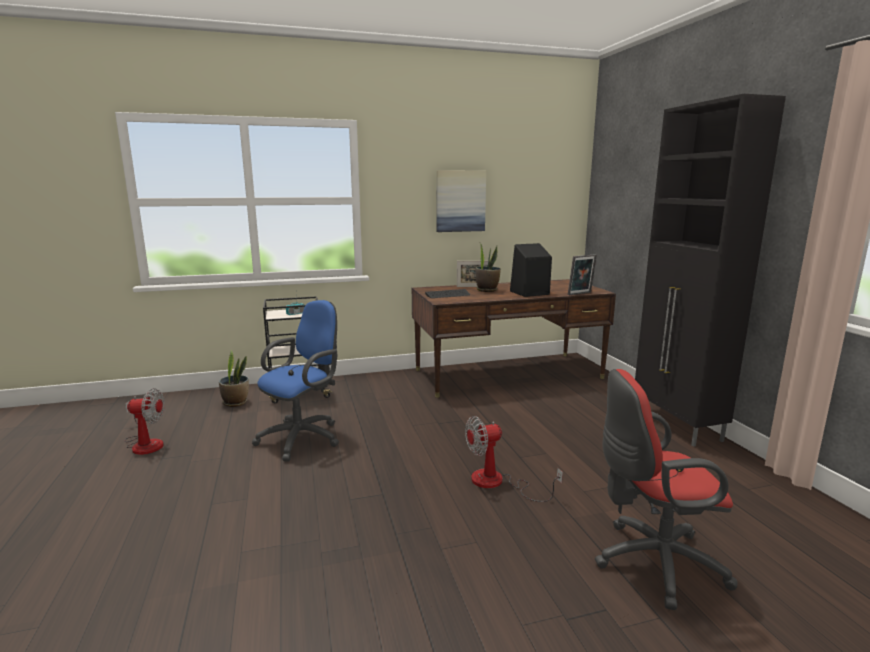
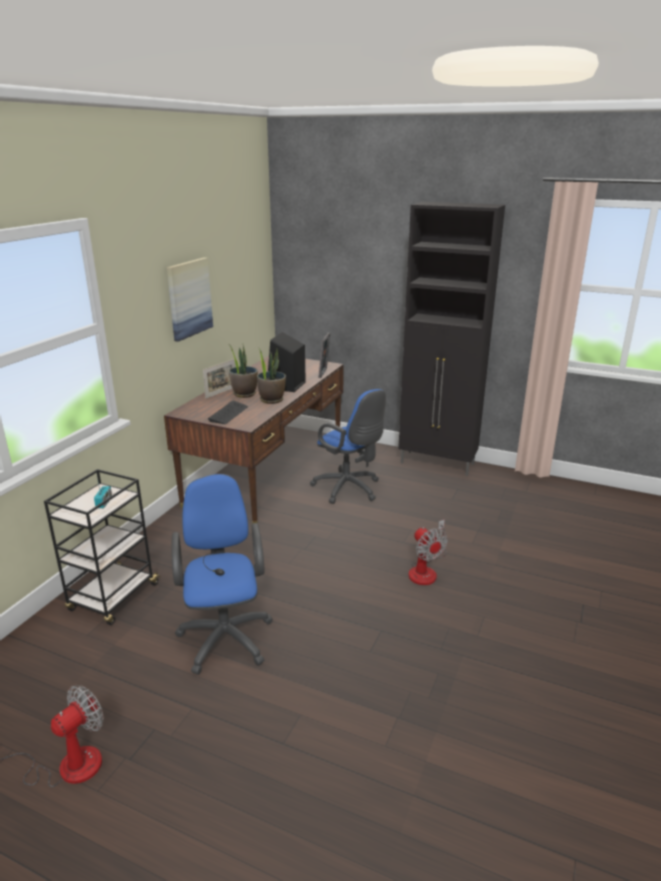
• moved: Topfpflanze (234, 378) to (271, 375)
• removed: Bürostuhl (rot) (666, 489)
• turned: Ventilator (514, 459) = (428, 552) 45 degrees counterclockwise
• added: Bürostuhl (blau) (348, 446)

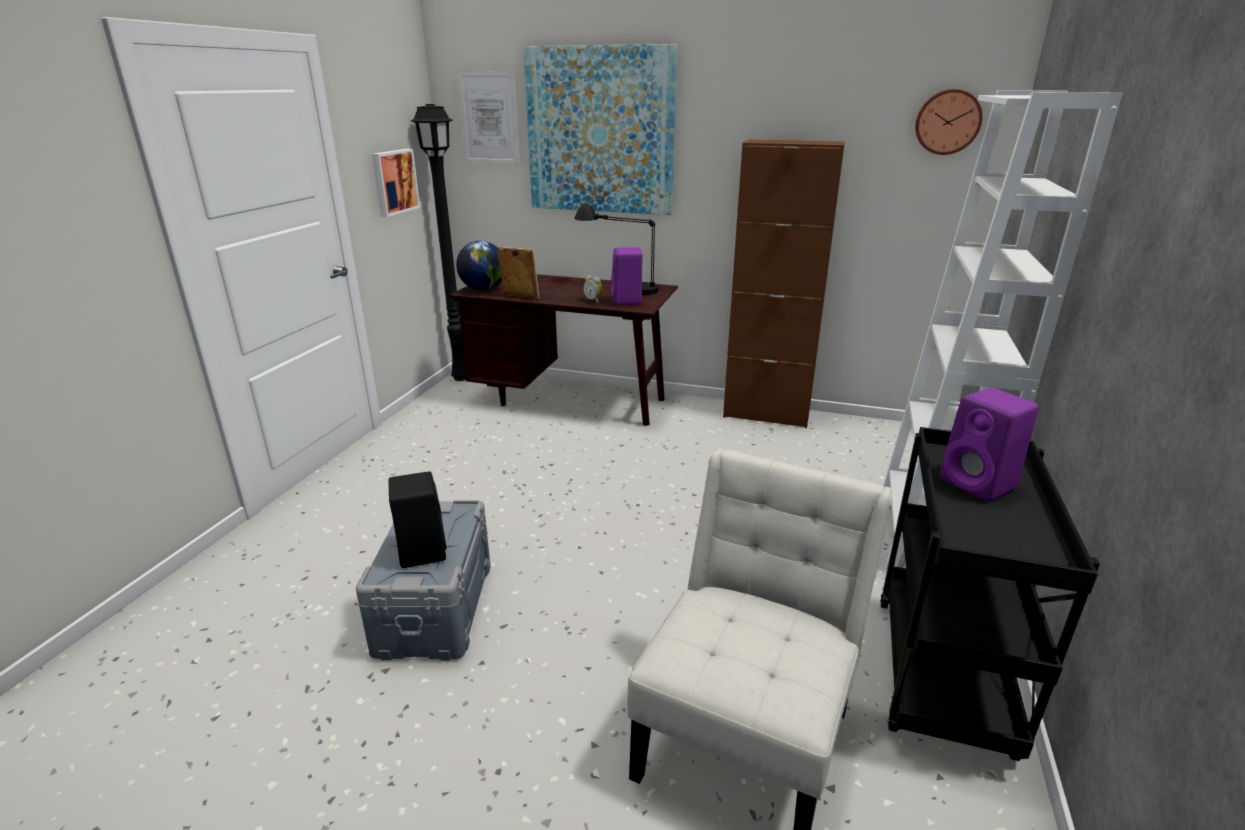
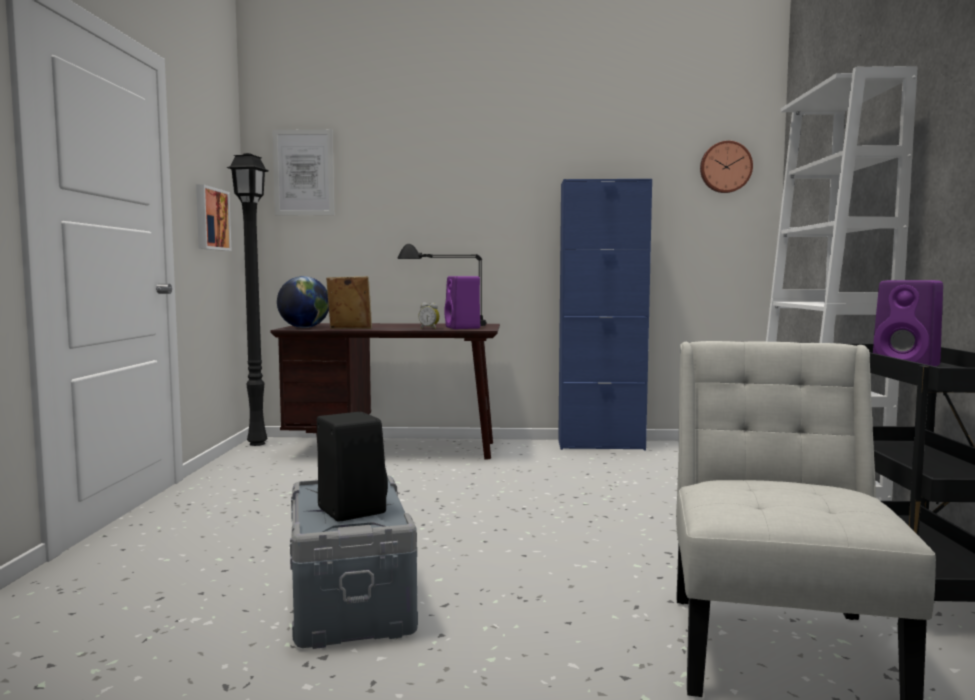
• removed: Bild (600, 129)
• recoloured: Schrank (braun) (784, 284) to Schrank (blau) (605, 315)

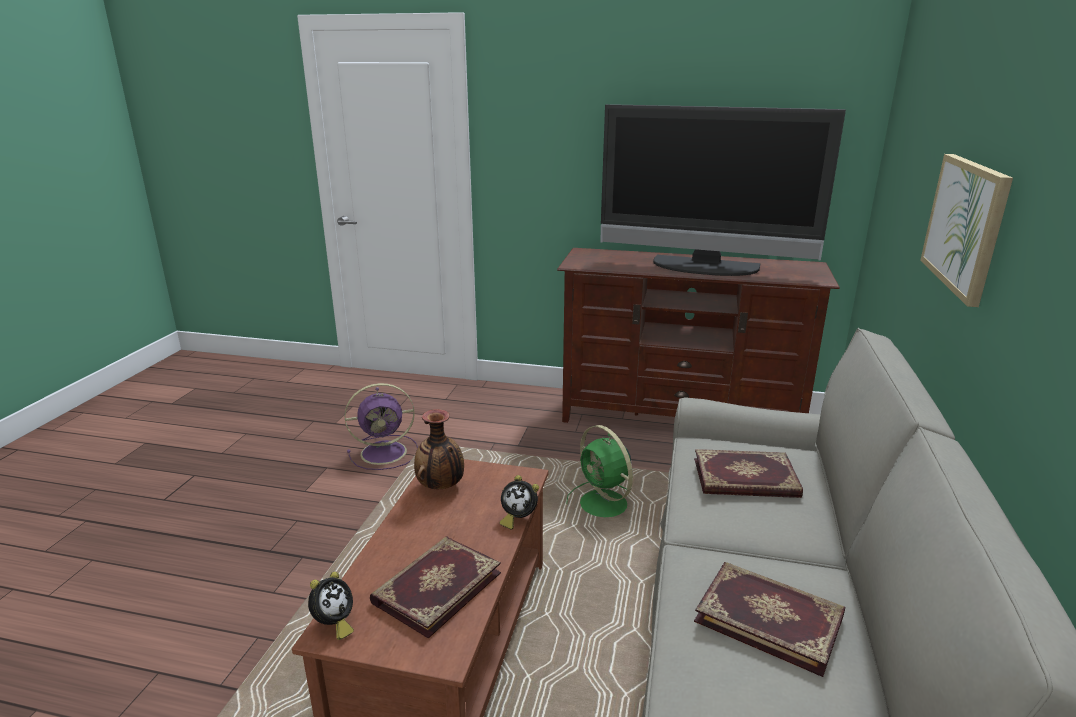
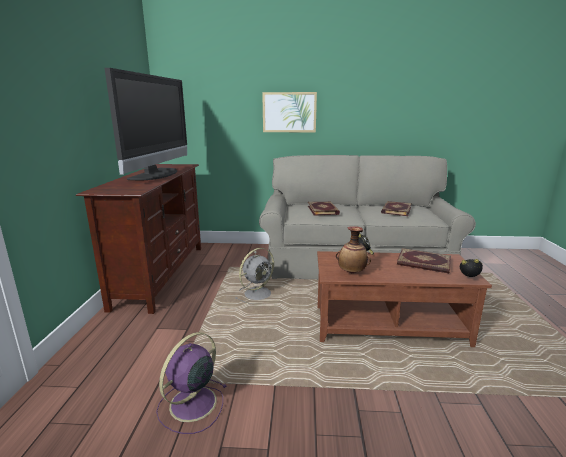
• turned: Ventilator (lila) (381, 426) = (191, 383) 120 degrees counterclockwise
• recoloured: Ventilator (grün) (599, 471) to Ventilator (grau) (254, 276)

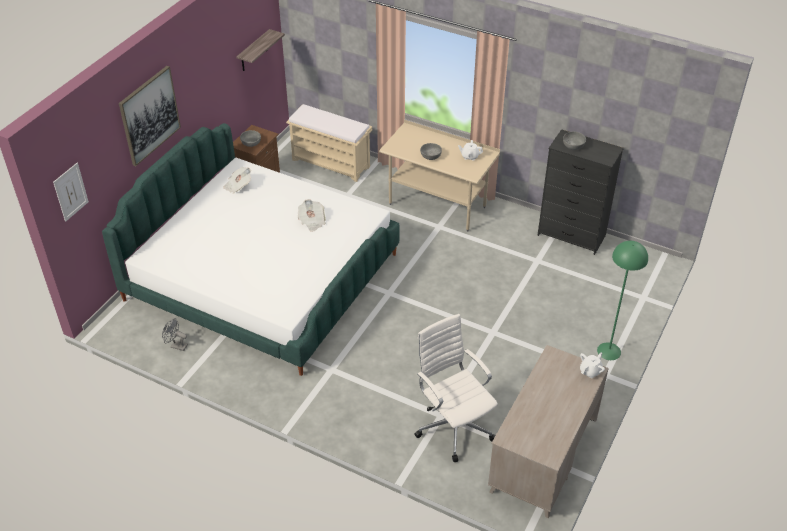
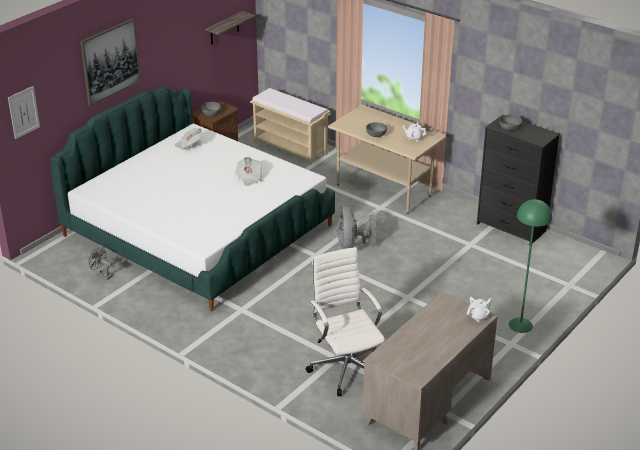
• added: Ventilator (grau) (356, 227)

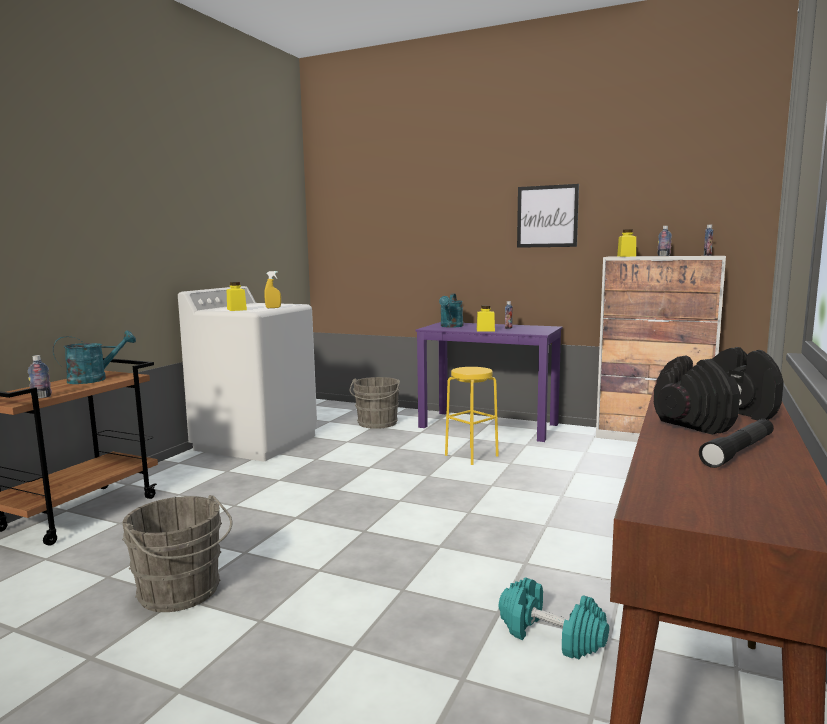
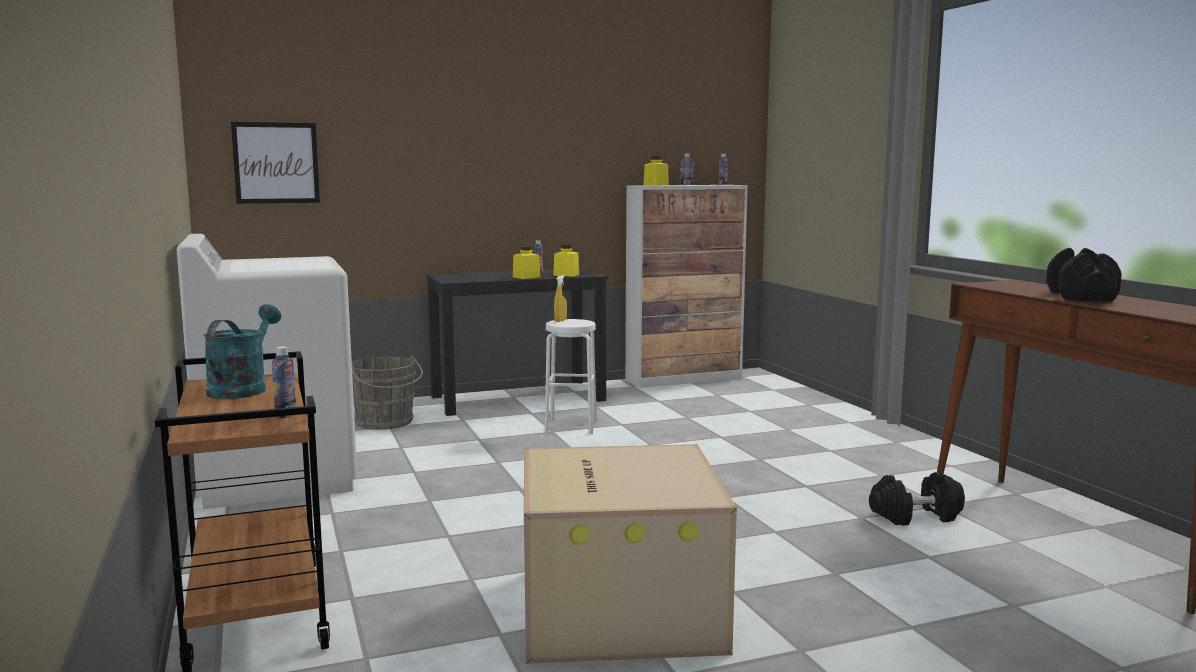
• moved: Bild (548, 216) to (275, 163)
• moved: Sprühflasche (gelb) (272, 289) to (560, 298)
• moved: Vorratsglas (gelb) (236, 296) to (566, 260)
• removed: Gießkanne (türkis) (451, 310)
• recoloured: Schreibtisch (lila) (489, 382) to Schreibtisch (schwarz) (517, 342)
• recoloured: Hocker (gelb) (472, 416) to Hocker (weiß) (571, 376)
• removed: Taschenlampe (schwarz) (736, 443)
• replaced: Eimer (grau) (177, 553) to Karton (630, 554)
• recoloured: Hantel (türkis) (554, 618) to Hantel (schwarz) (917, 499)

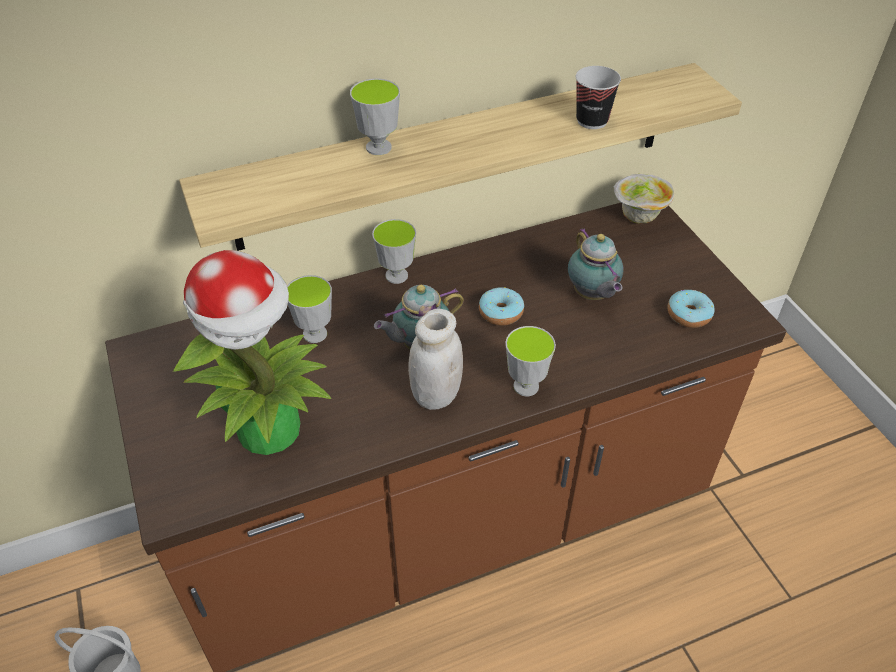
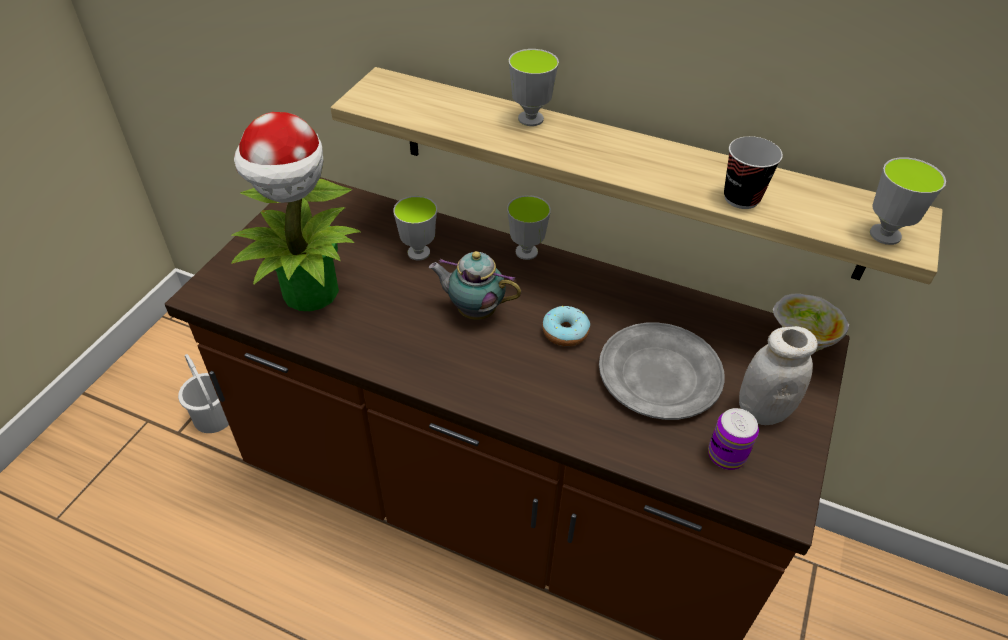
• replaced: Teekanne (595, 264) to Teller (grau) (662, 371)
• replaced: Donut (690, 309) to Dose (733, 439)
• moved: Vorratsglas (weiß) (435, 359) to (778, 375)
• moved: Tasse (530, 361) to (908, 201)

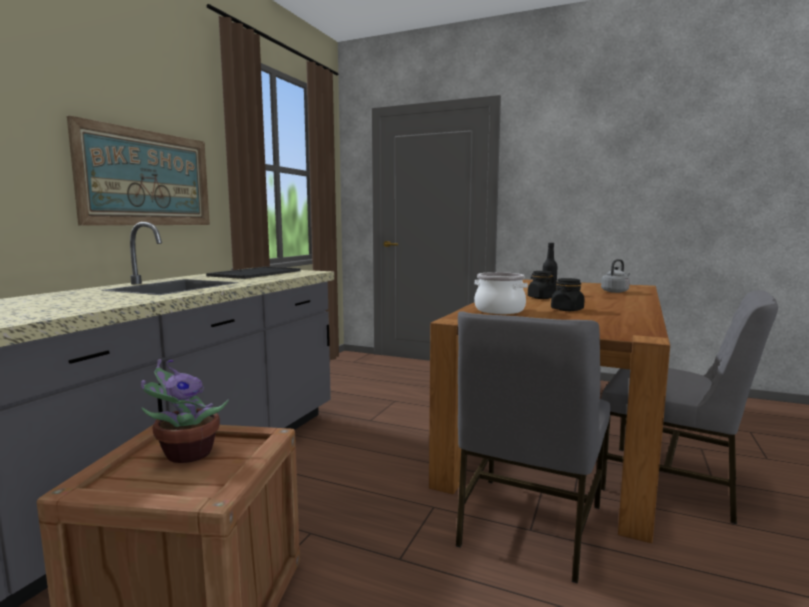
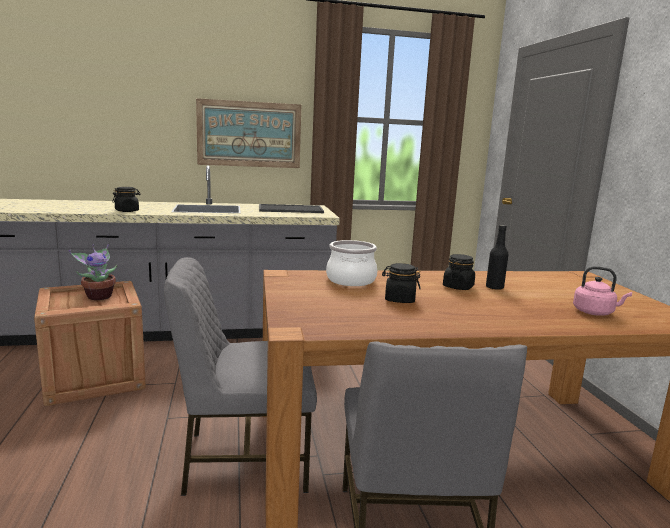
• recoloured: Wasserkessel (grau) (615, 276) to Wasserkessel (rosa) (602, 290)
• added: Vorratsglas (schwarz) (126, 199)

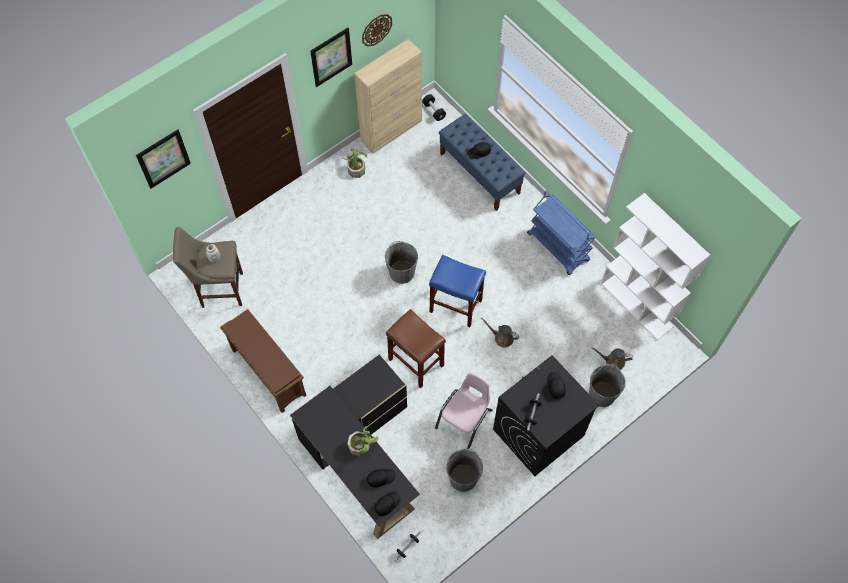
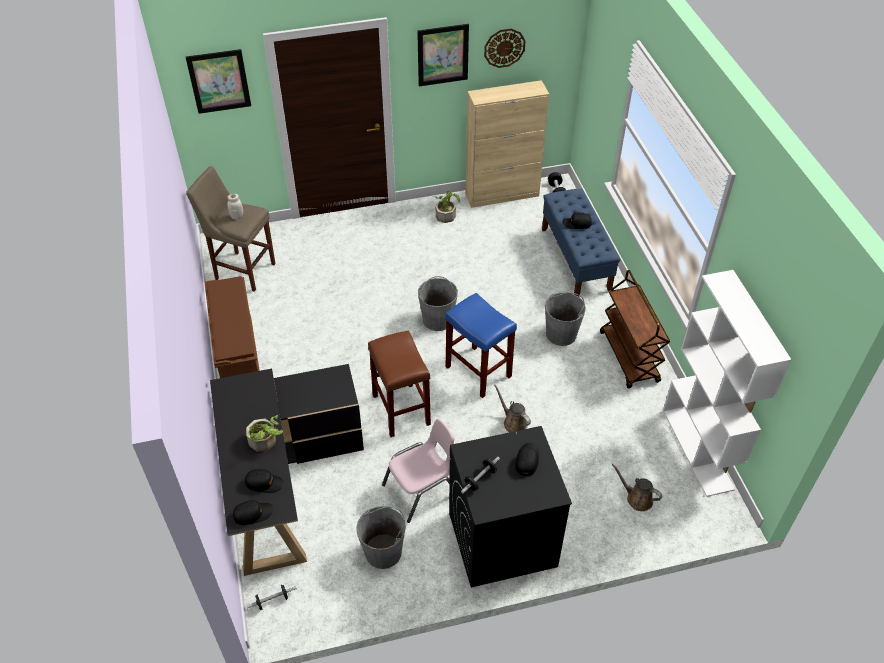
• recoloured: Rollwagen (blau) (561, 233) to Rollwagen (braun) (635, 329)
• moved: Eimer (grau) (607, 385) to (565, 319)

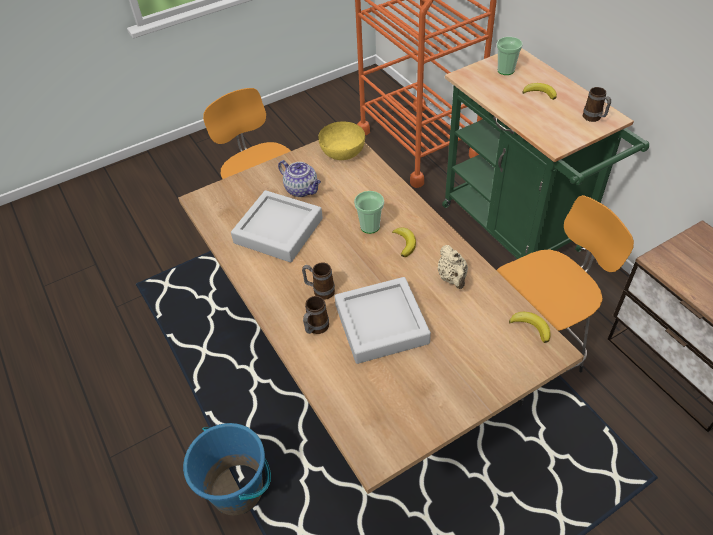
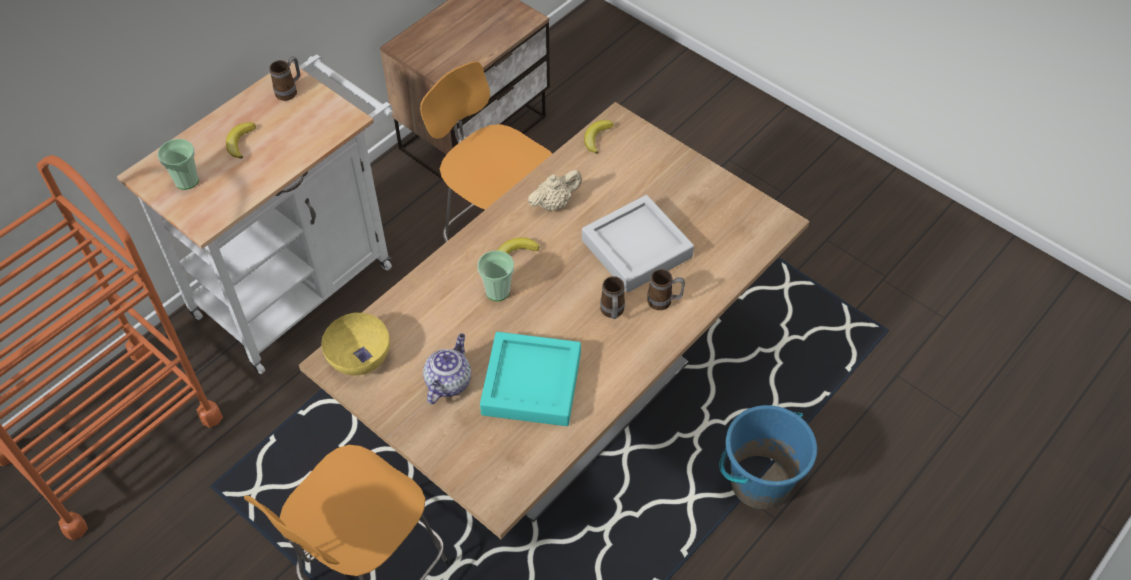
• recoloured: Rollwagen (grün) (545, 153) to Rollwagen (weiß) (255, 214)
• recoloured: Tablett (grau) (277, 226) to Tablett (türkis) (530, 379)

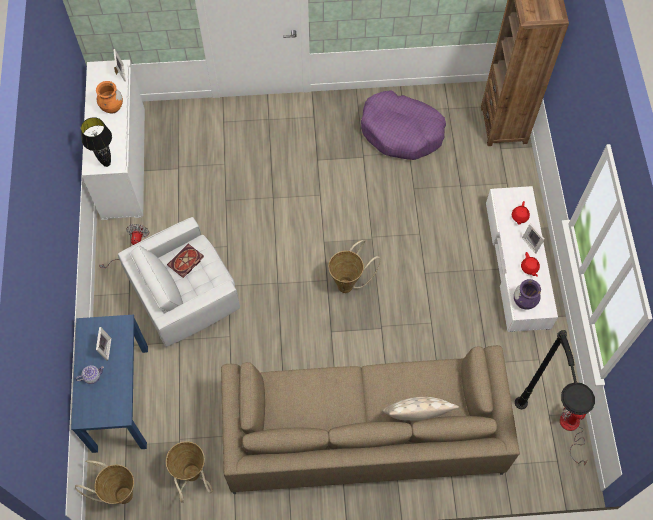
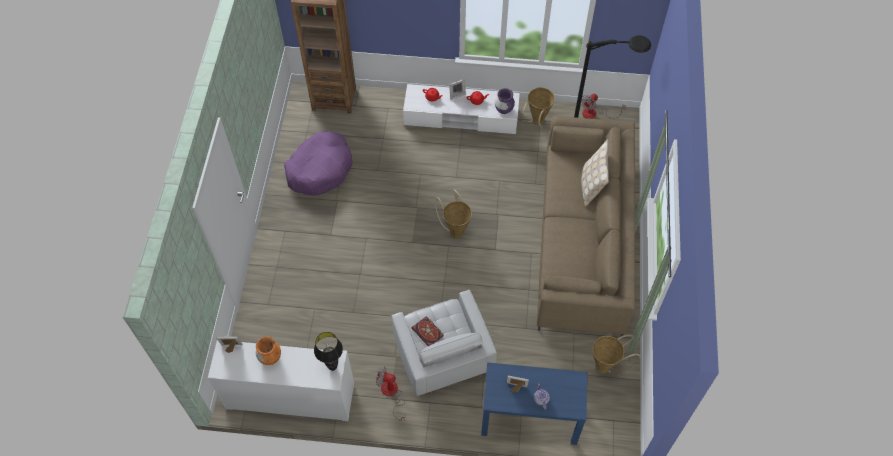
• moved: Korb (104, 482) to (537, 108)

